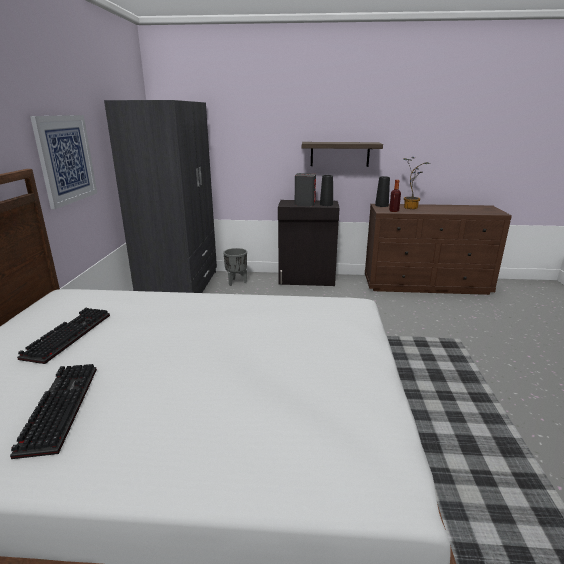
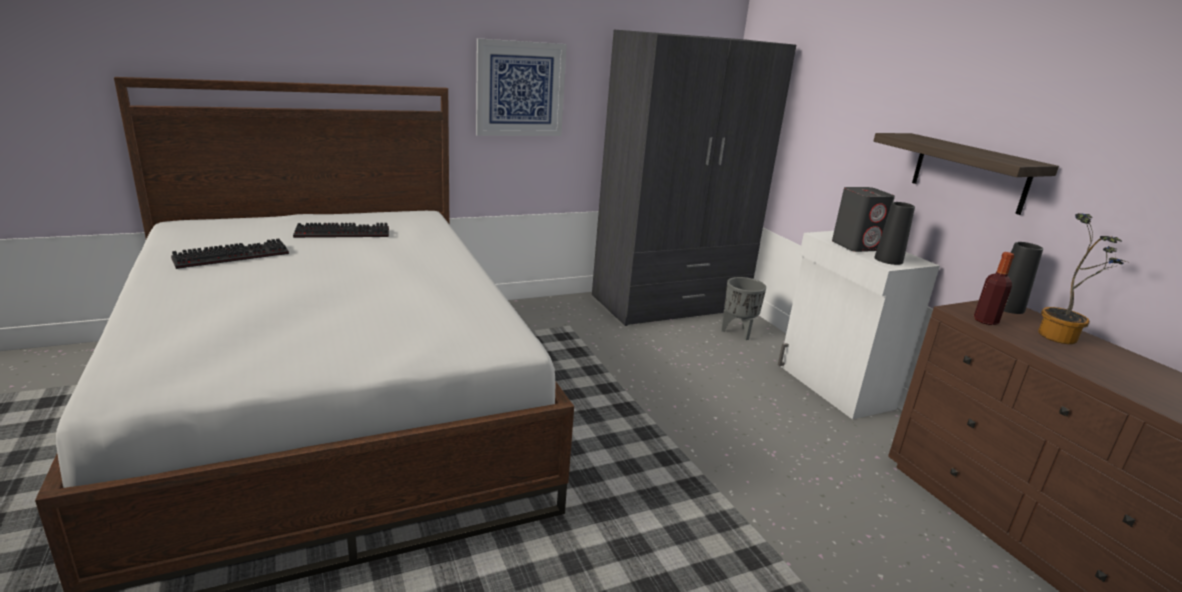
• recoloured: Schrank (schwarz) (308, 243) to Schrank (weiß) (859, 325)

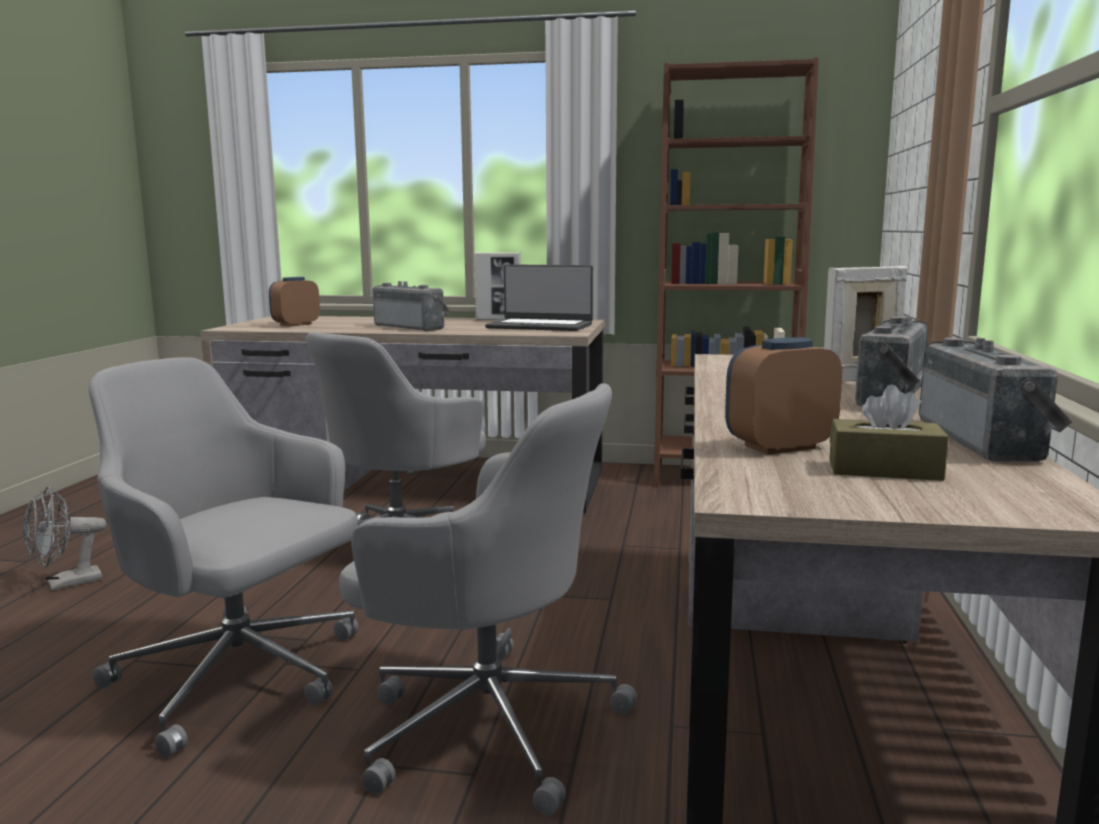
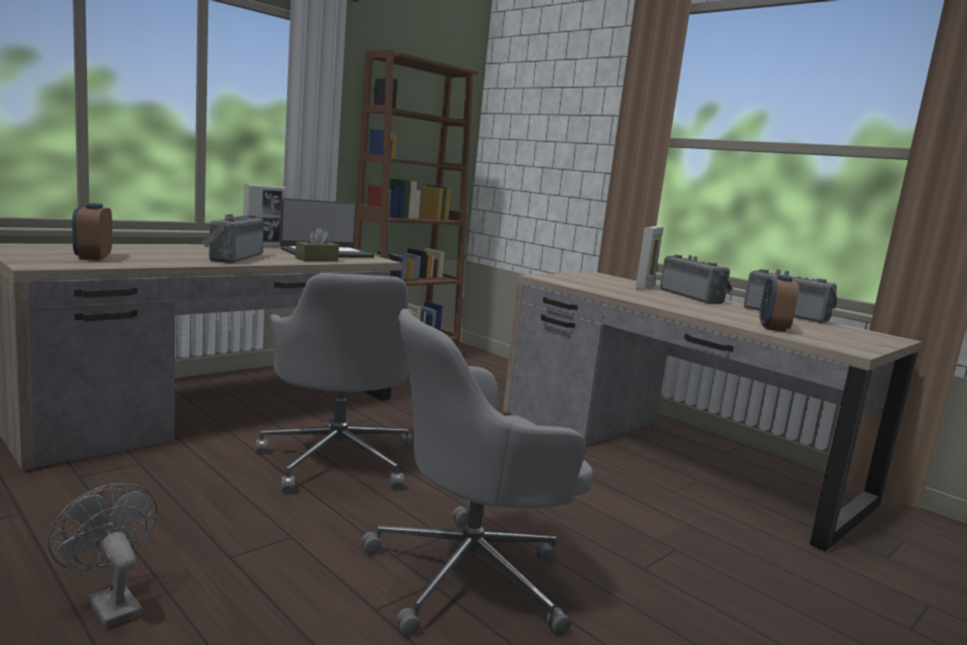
• turned: Radio (411, 306) = (233, 238) 75 degrees counterclockwise
• removed: Bürostuhl (grau) (488, 599)
• moved: Taschentuchbox (braun) (889, 433) to (317, 244)
• turned: Ventilator (grau) (65, 538) = (102, 555) 135 degrees clockwise

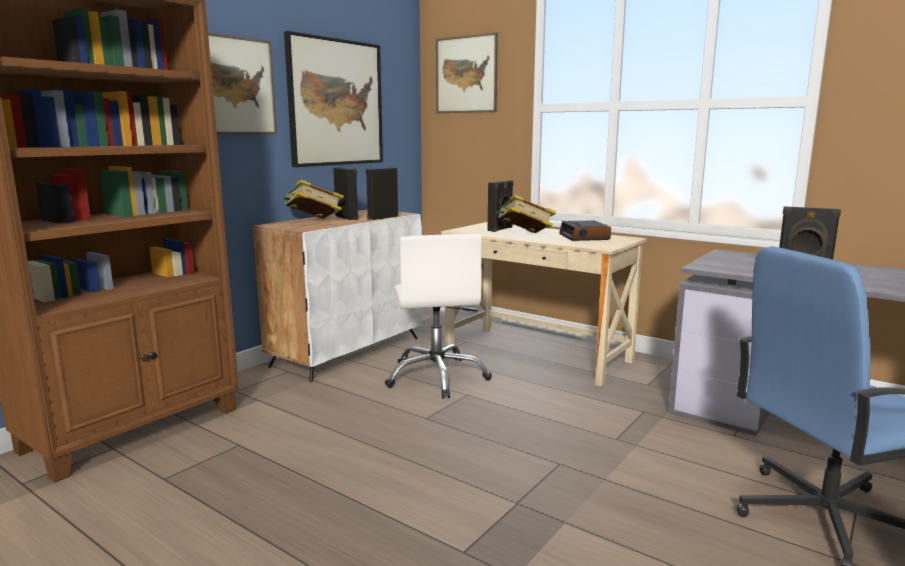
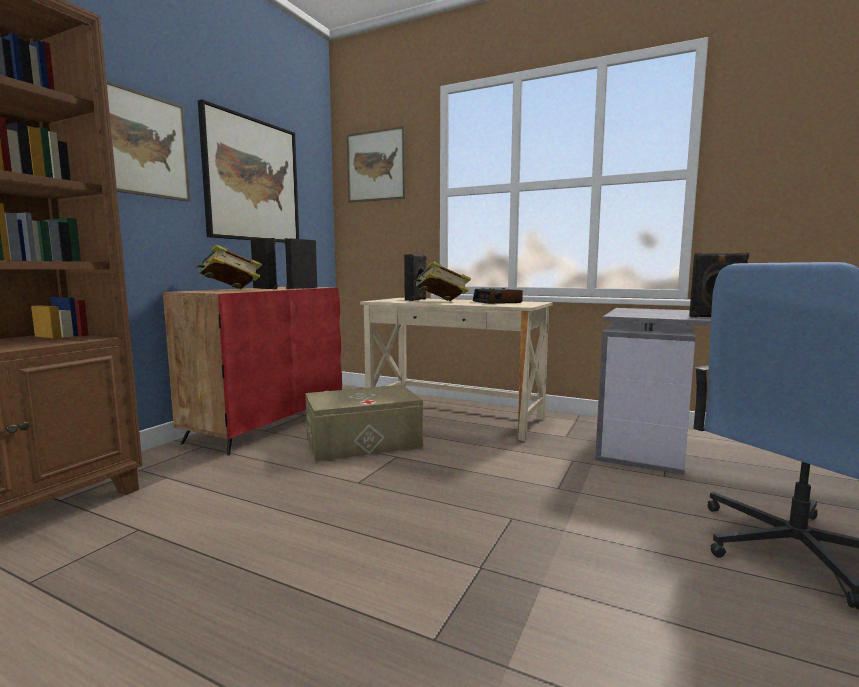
• recoloured: Schrank (weiß) (338, 296) to Schrank (rot) (252, 371)
• replaced: Bürostuhl (weiß) (438, 316) to Aufbewahrungsbox (beige) (364, 423)

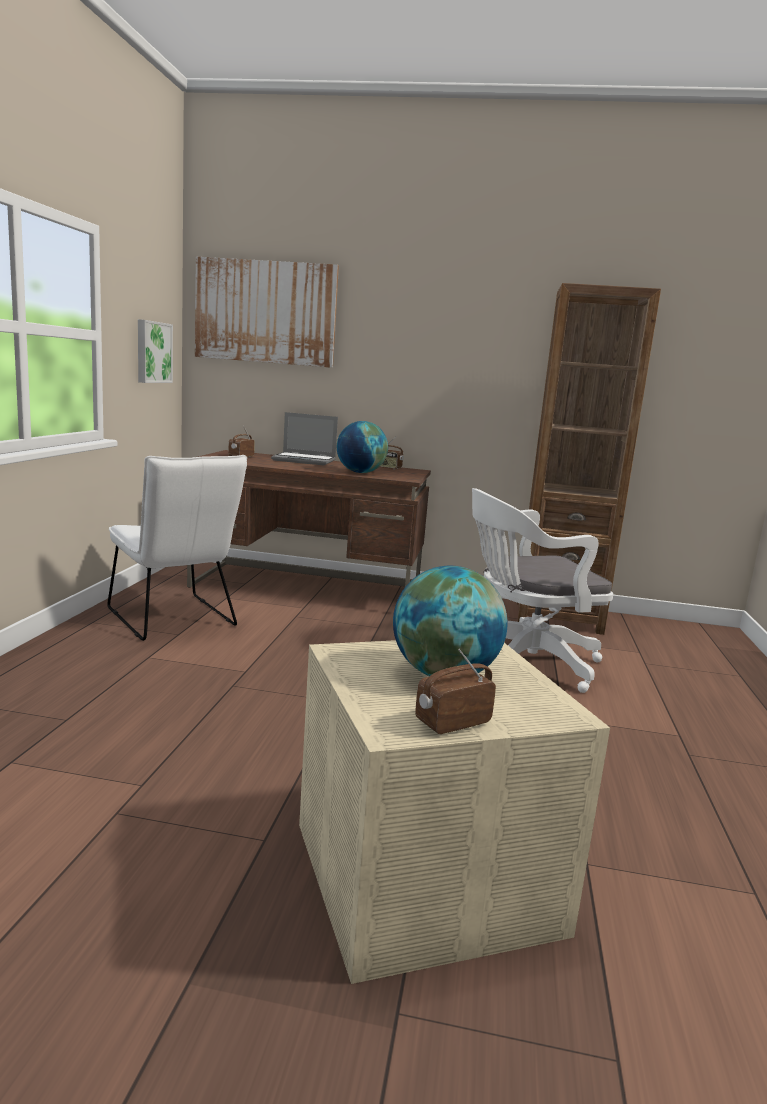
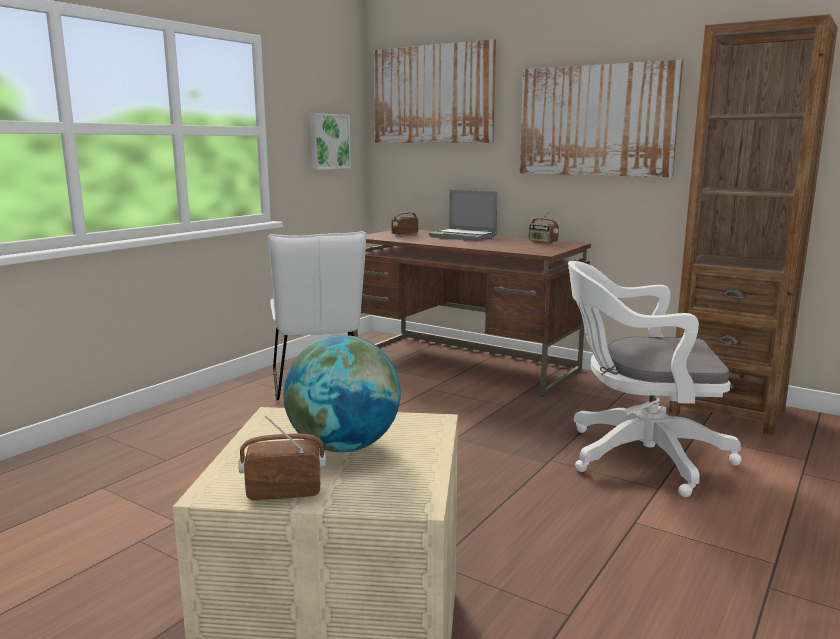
• removed: Globus (362, 447)
• added: Bild (601, 118)

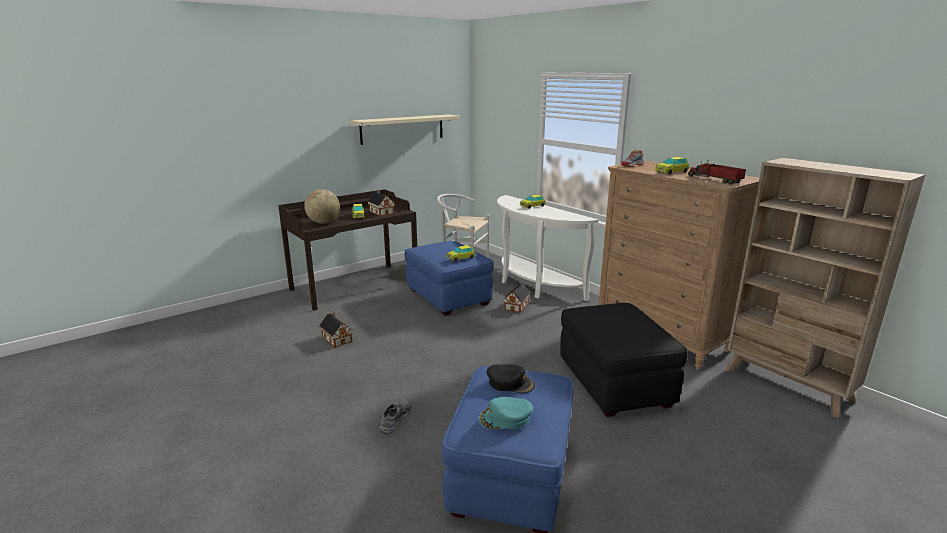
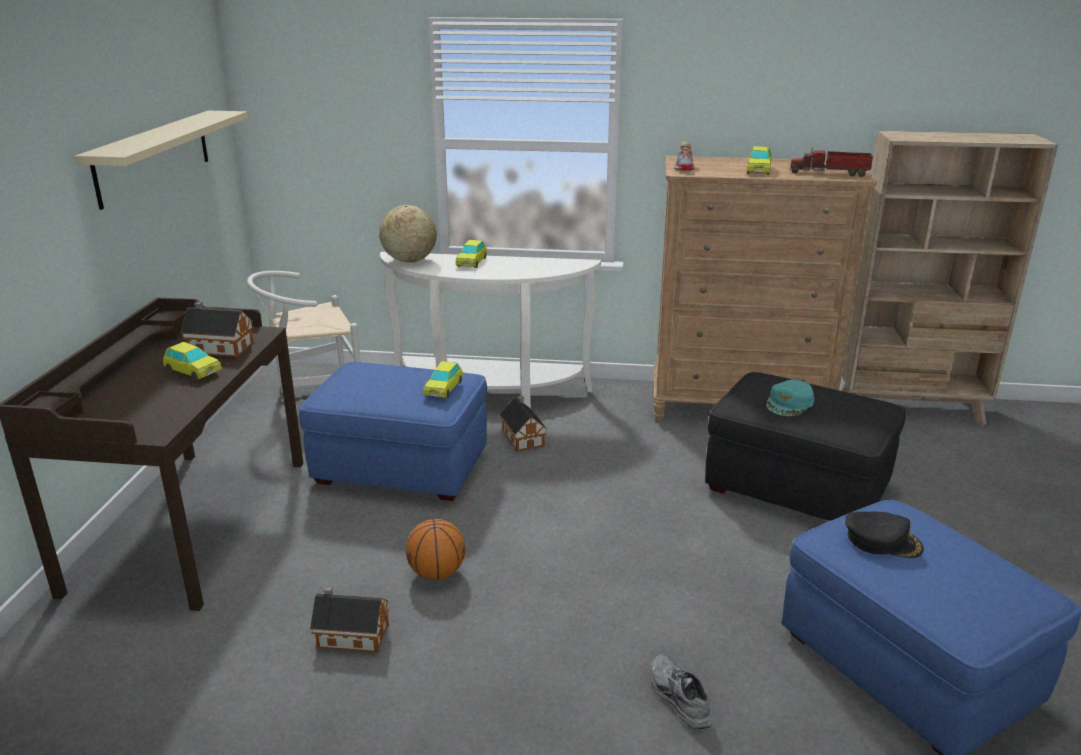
• moved: Globus (322, 206) to (408, 234)
• turned: Kappe (schwarz) (511, 378) = (884, 535) 45 degrees clockwise
• moved: Kappe (türkis) (505, 413) to (790, 398)
• added: Basketball (435, 549)

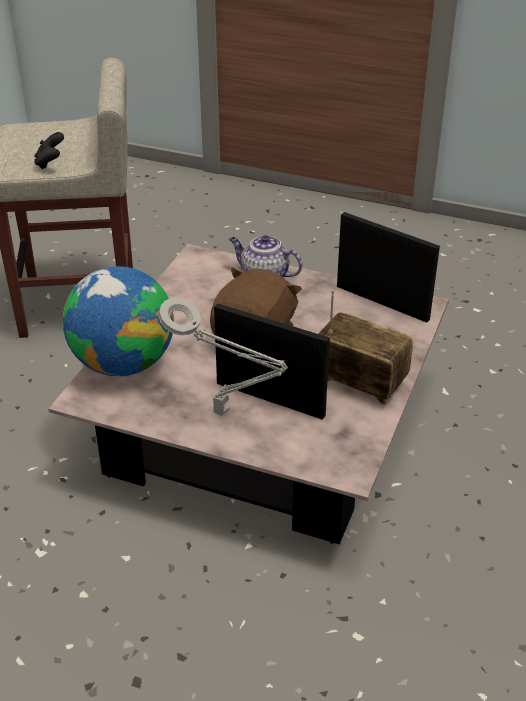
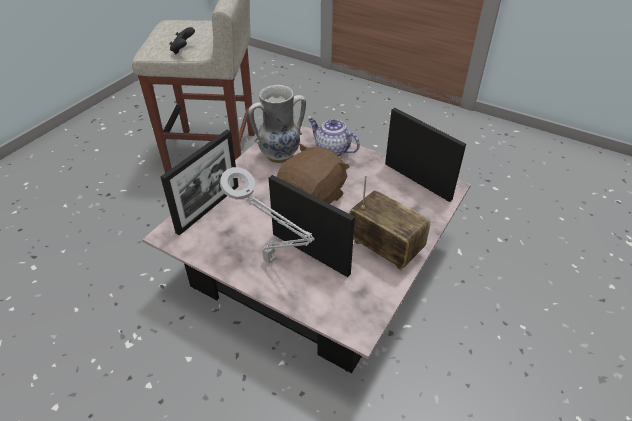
• replaced: Globus (118, 321) to Bilderrahmen (199, 182)
• added: Vase (277, 124)

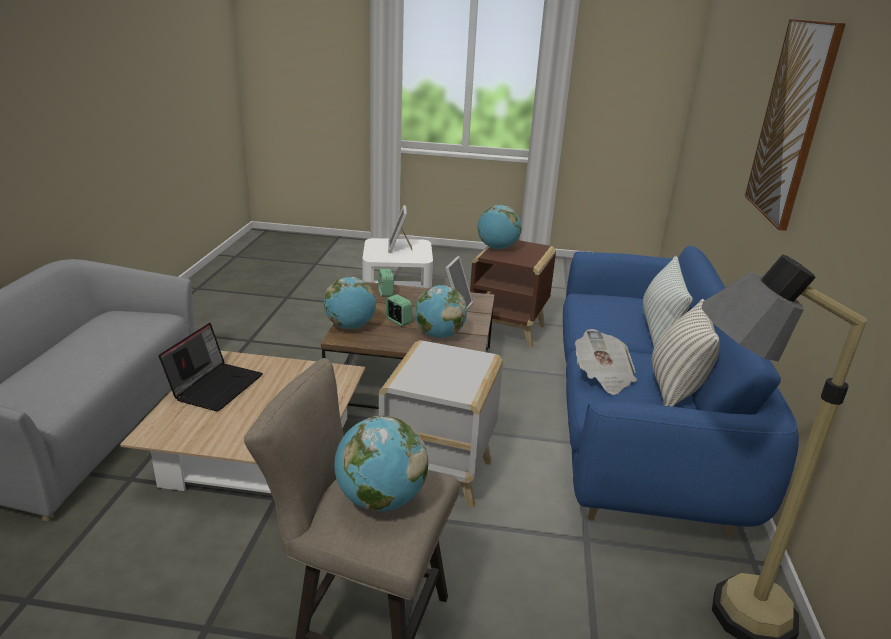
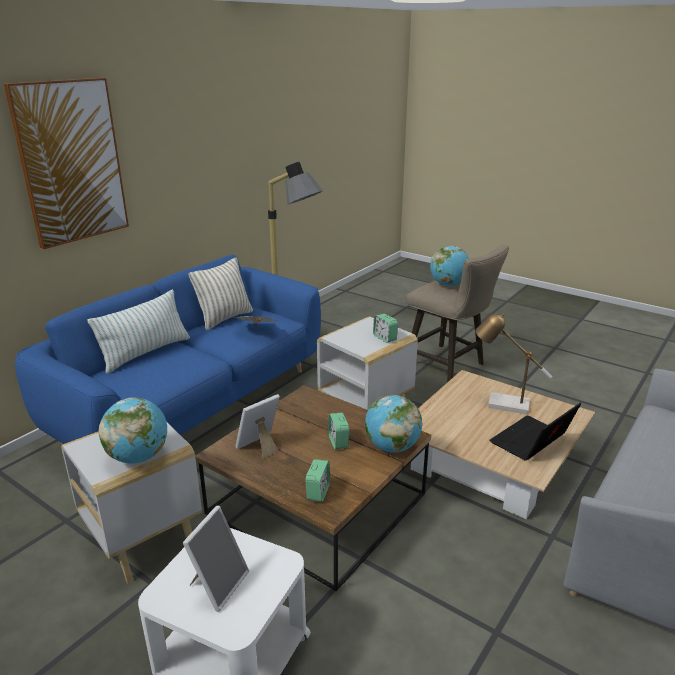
• recoloured: Beistelltisch (braun) (513, 293) to Beistelltisch (weiß) (131, 503)
• removed: Globus (440, 311)
• added: Wecker (385, 328)
• added: Tischlampe (513, 364)

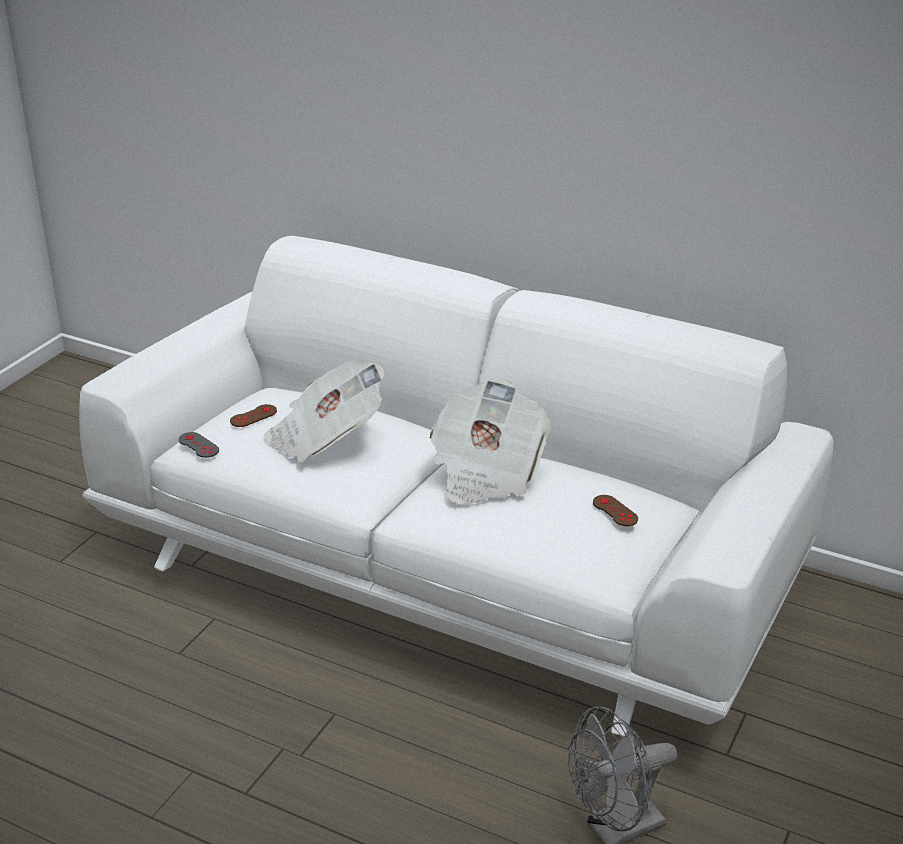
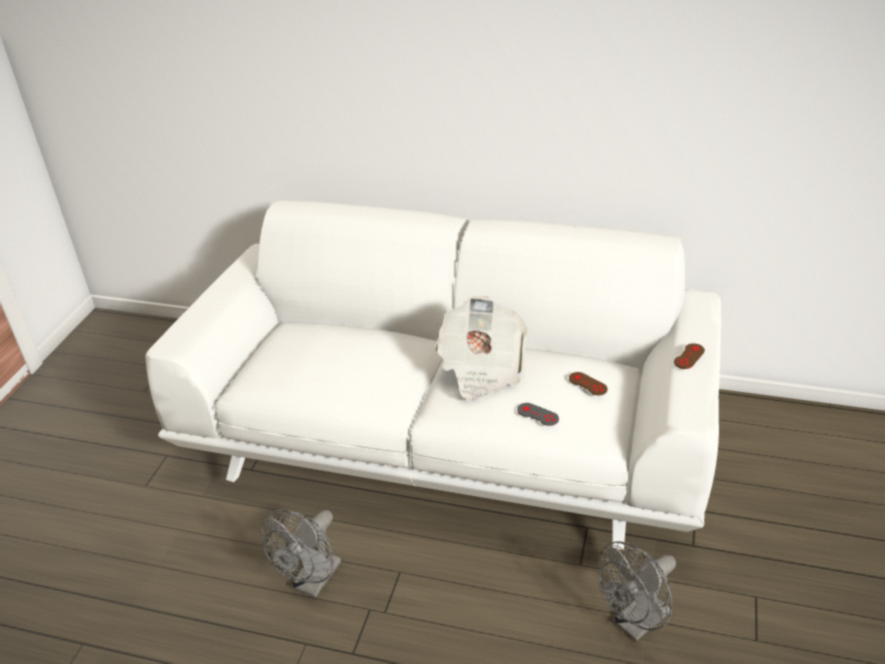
• removed: Zeitung (324, 411)
• moved: Gamepad (braun) (253, 415) to (689, 356)
• moved: Gamepad (grau) (199, 445) to (538, 414)
• added: Ventilator (grau) (301, 554)

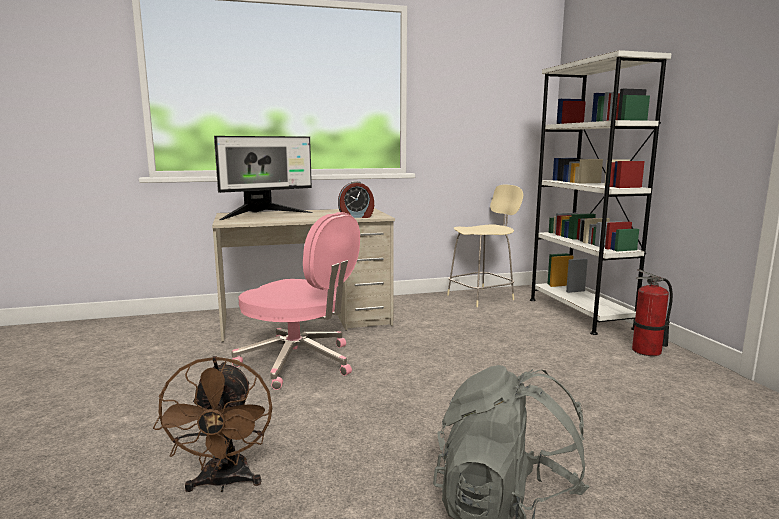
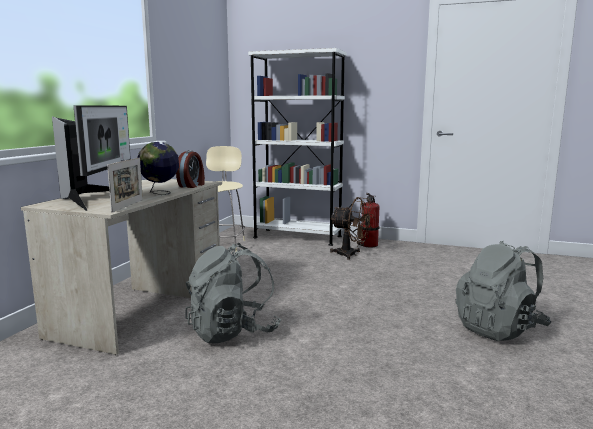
• replaced: Bürostuhl (rosa) (295, 301) to Rucksack (grau) (233, 293)
• moved: Ventilator (braun) (212, 424) to (351, 228)
• added: Globus (158, 168)
• added: Bilderrahmen (125, 185)

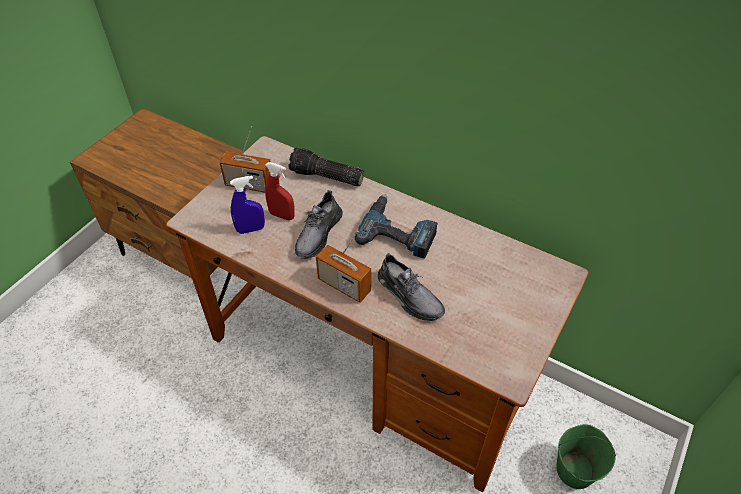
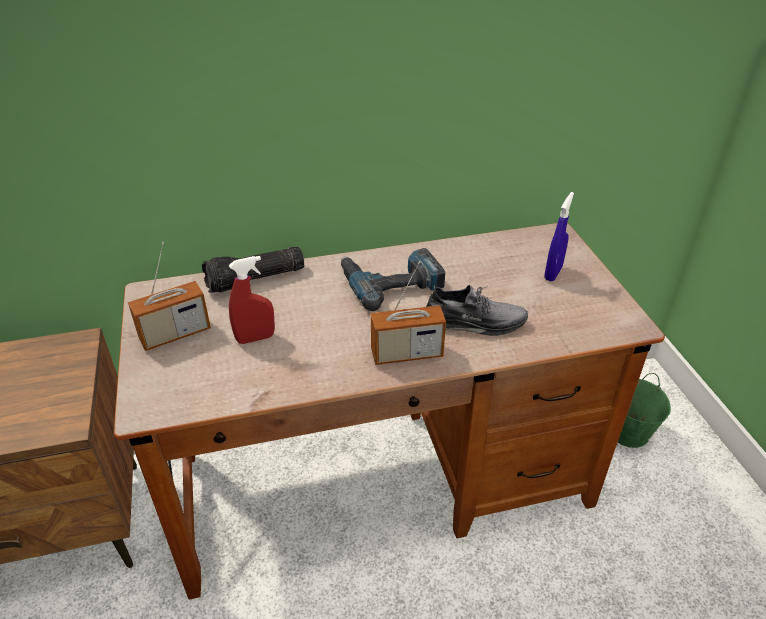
• moved: Sprühflasche (blau) (247, 205) to (559, 236)
• removed: Schuh (grau) (319, 224)

